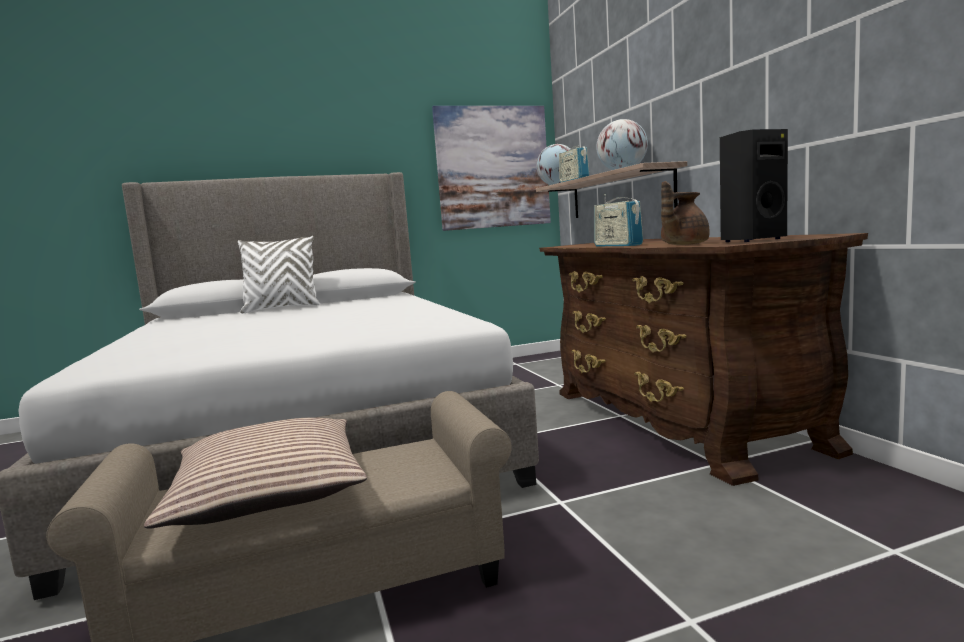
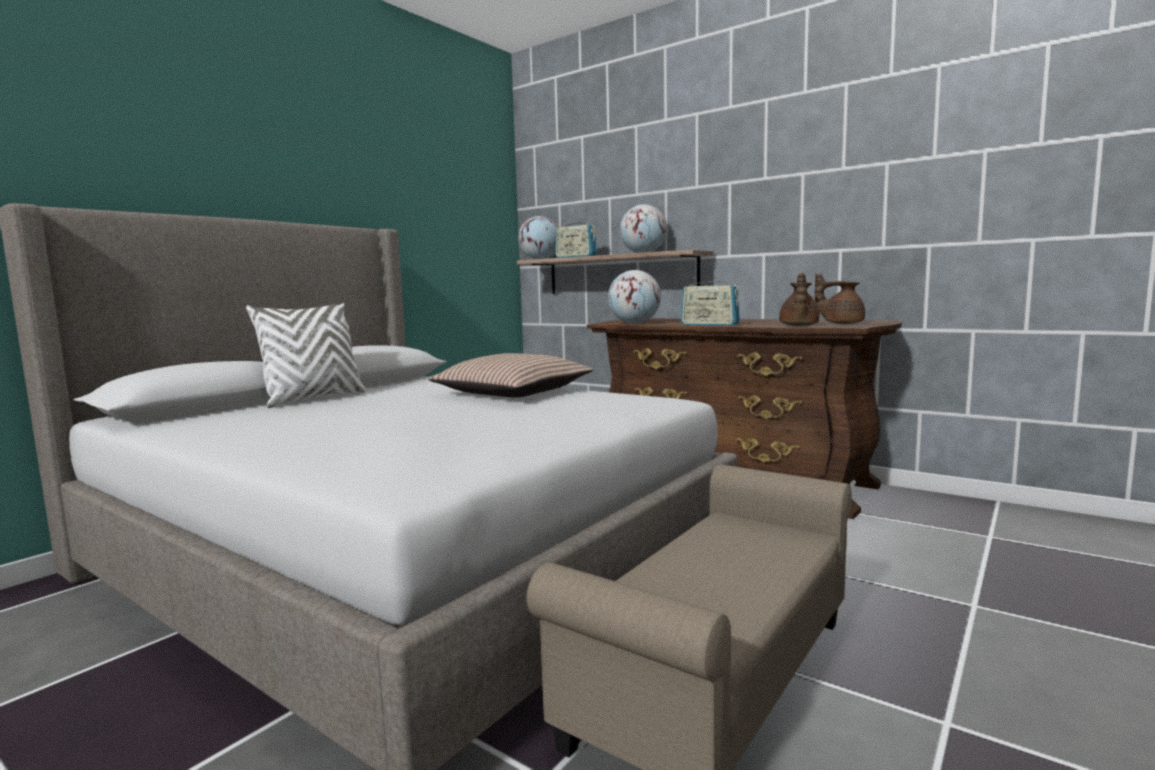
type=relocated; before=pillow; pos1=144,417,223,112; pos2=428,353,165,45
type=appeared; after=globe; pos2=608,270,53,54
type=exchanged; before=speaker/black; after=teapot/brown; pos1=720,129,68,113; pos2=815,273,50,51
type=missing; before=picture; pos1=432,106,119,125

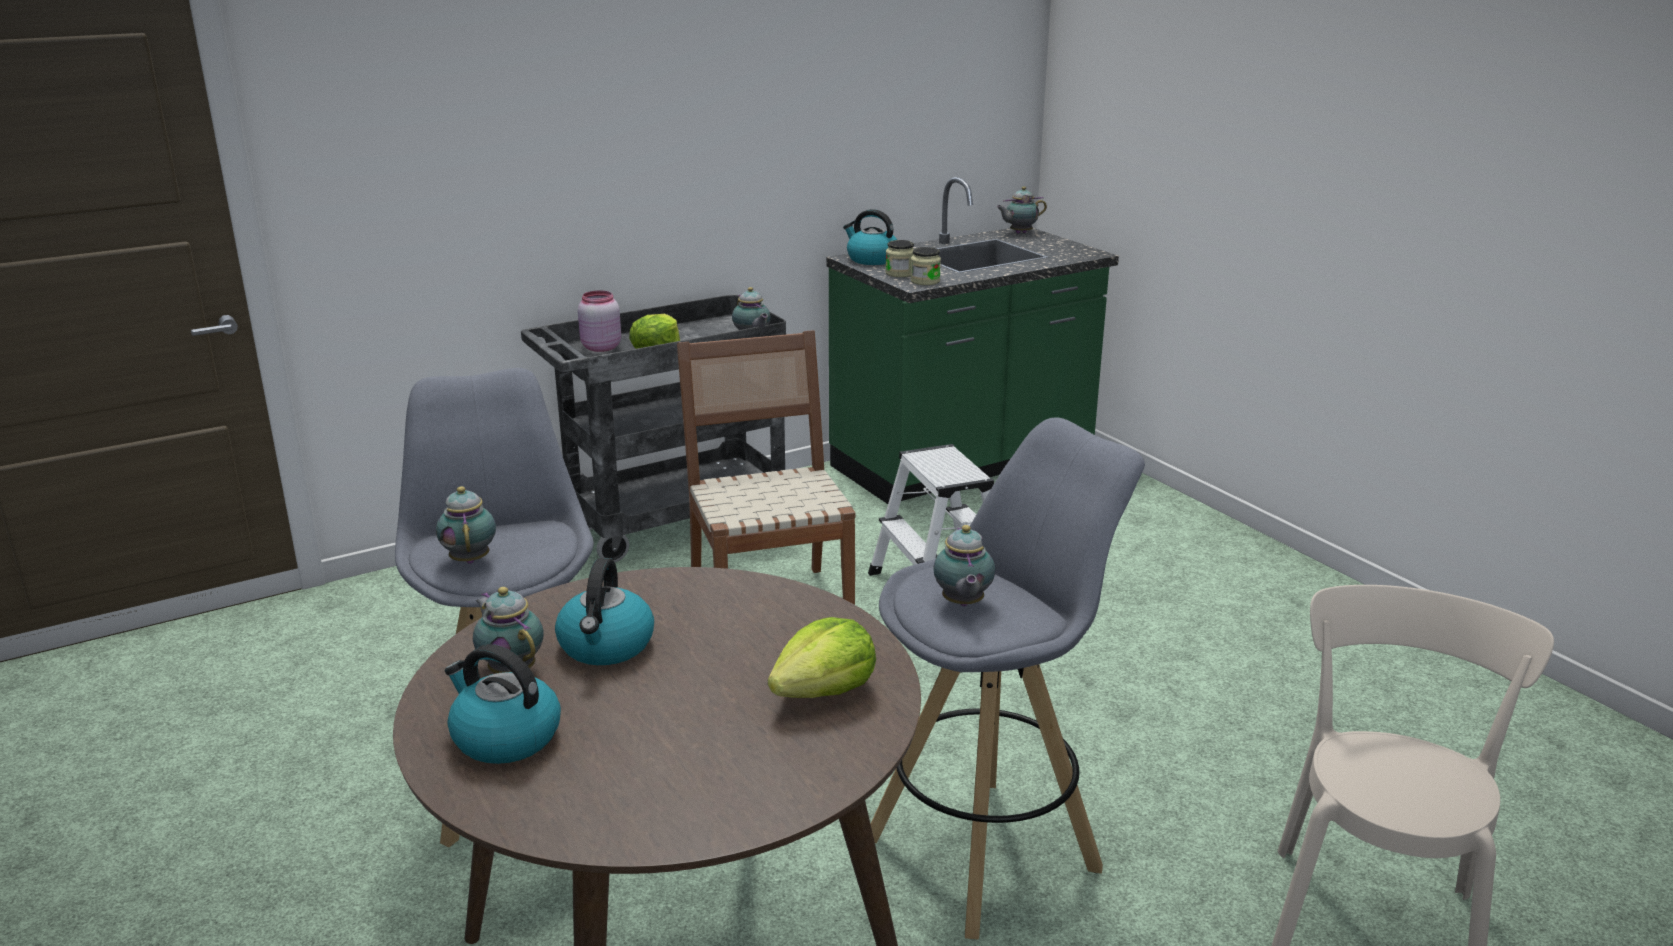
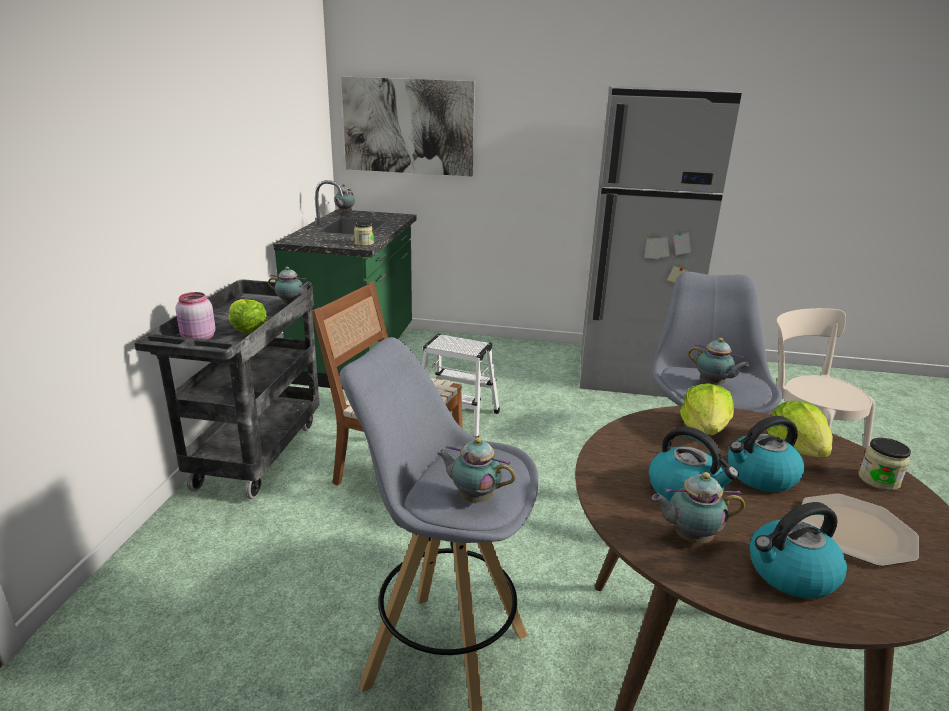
type=appeared; after=picture; pos2=341,77,134,99
type=appeared; after=fridge/grey; pos2=580,86,162,311
type=appeared; after=lettuce; pos2=680,383,54,52
type=relocated; before=kettle; pos1=843,209,54,56; pos2=728,416,77,76
type=appeared; after=plate; pos2=801,494,118,72
type=relocated; before=jar; pos1=886,240,28,37; pos2=858,438,53,52

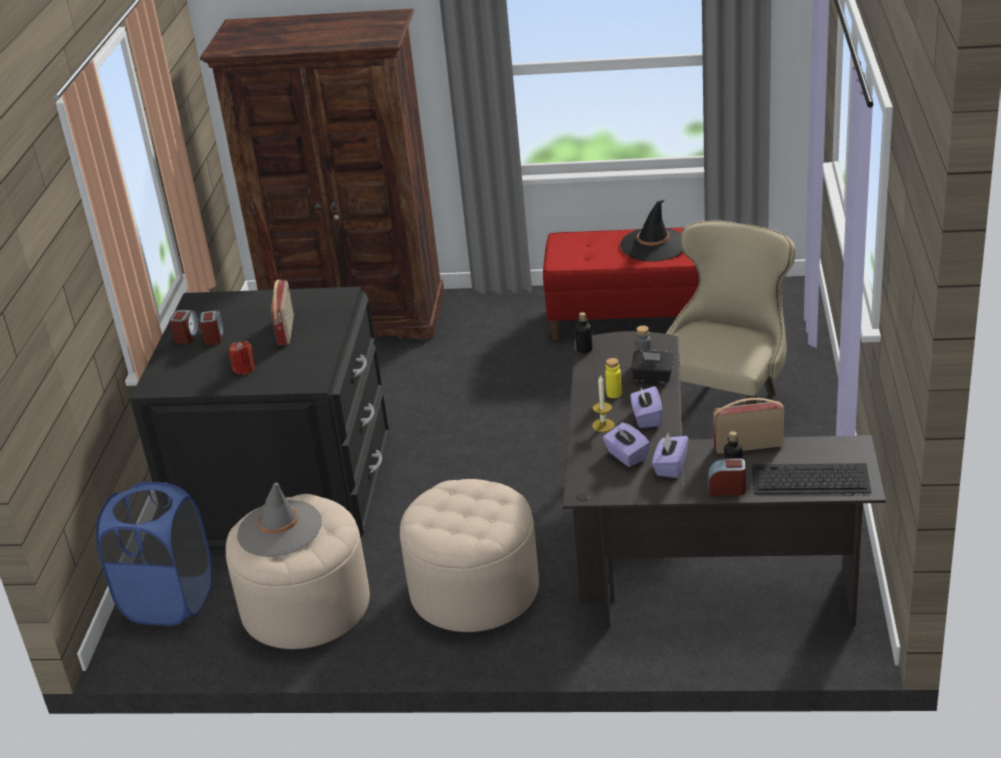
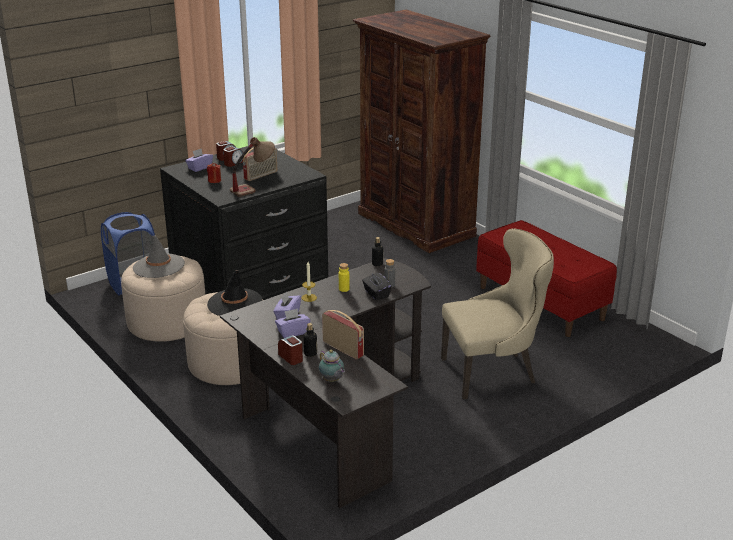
type=relocated; before=tissue box/purple; pos1=630,386,32,42; pos2=185,149,28,23
type=relocated; before=hat/black; pos1=620,200,63,62; pos2=207,270,55,46
type=appeared; after=table lamp; pos2=230,137,45,60
type=exchanged; before=keyboard; after=teapot; pos1=752,463,120,31; pos2=319,350,26,32

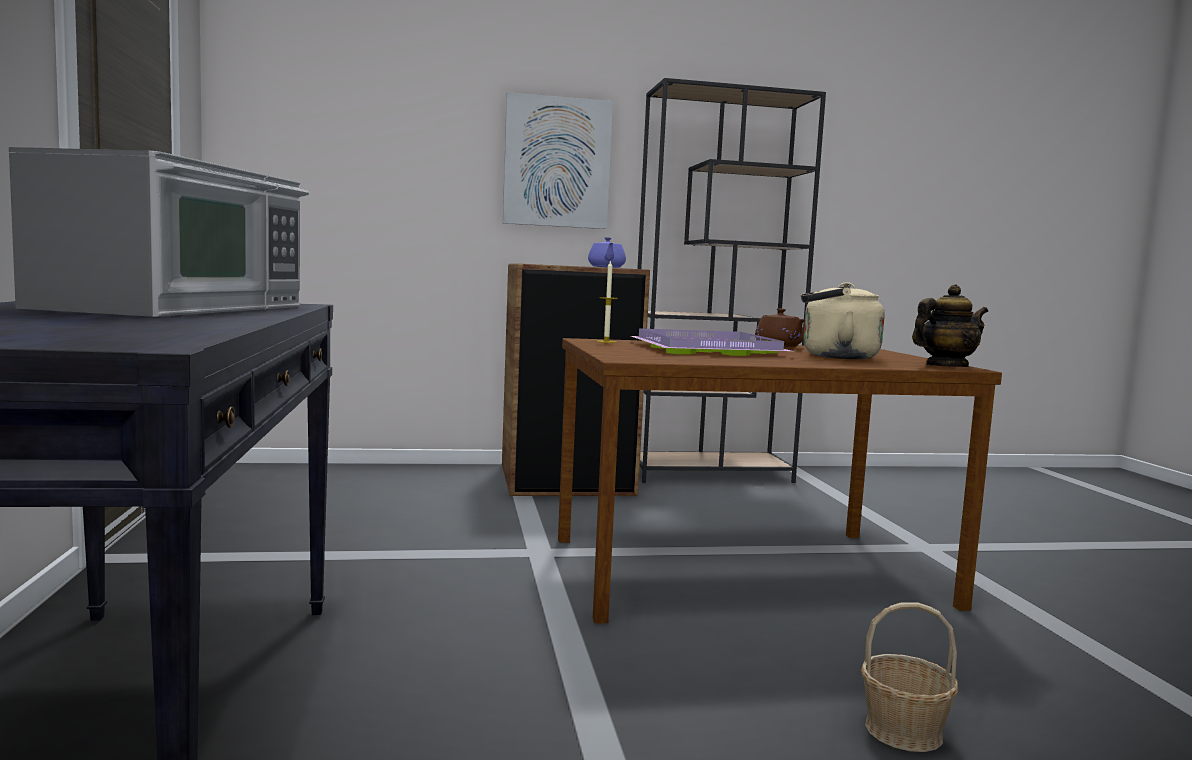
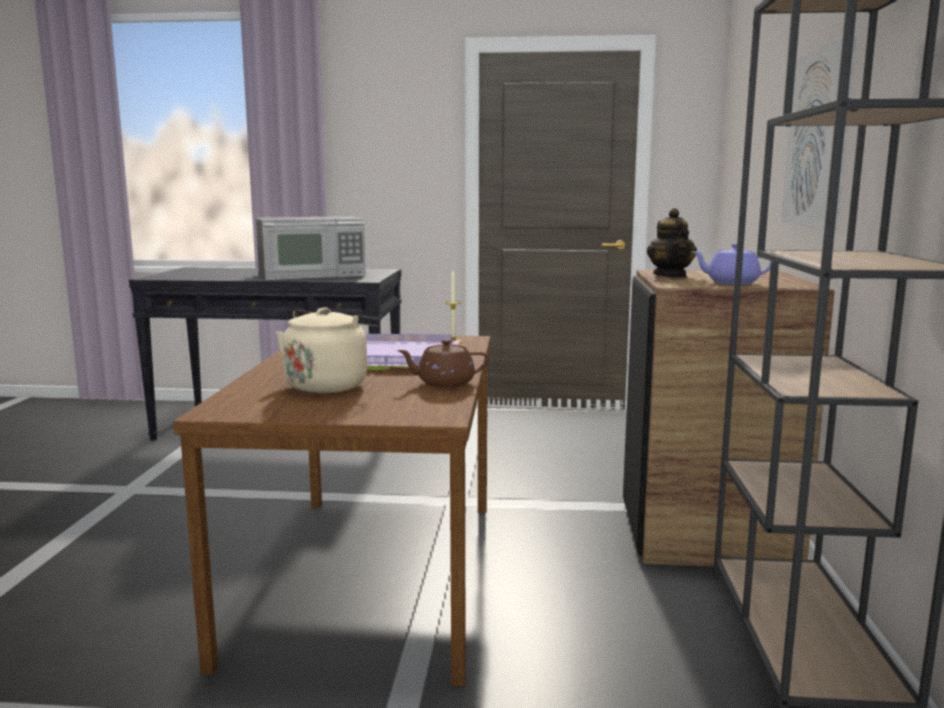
type=spun; before=microwave; pos1=9,147,300,170; pos2=256,216,110,64; turn=-45
type=relocated; before=teapot; pos1=912,284,76,83; pos2=647,208,50,70
type=missing; before=basket; pos1=861,602,97,150

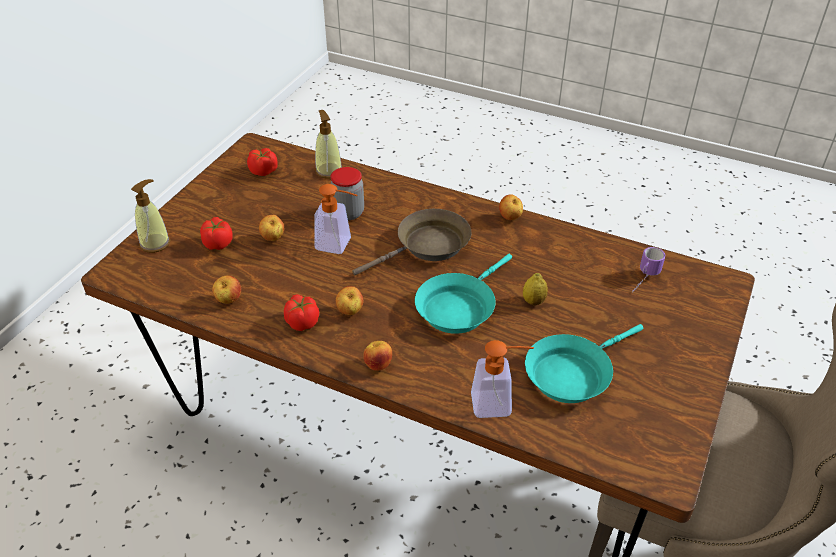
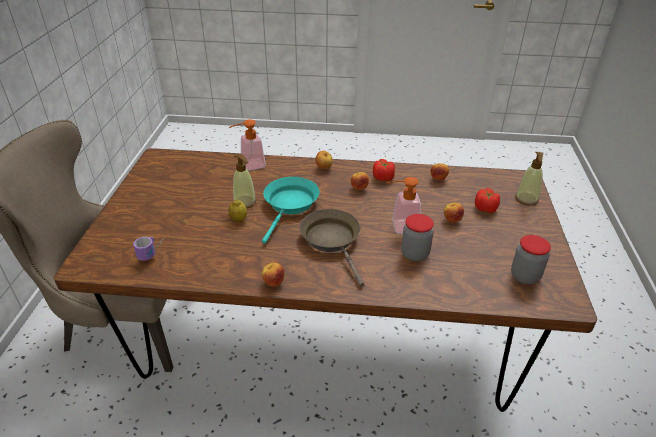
type=relocated; before=soap dispenser; pos1=315,110,27,69; pos2=233,154,23,54
type=spun; before=frying pan/brown; pos1=352,209,119,67; pos2=299,209,65,78; turn=120
type=exchanged; before=tomato; after=jar; pos1=247,148,31,28; pos2=511,235,40,49
type=missing; before=frying pan/turquoise; pos1=525,324,118,79

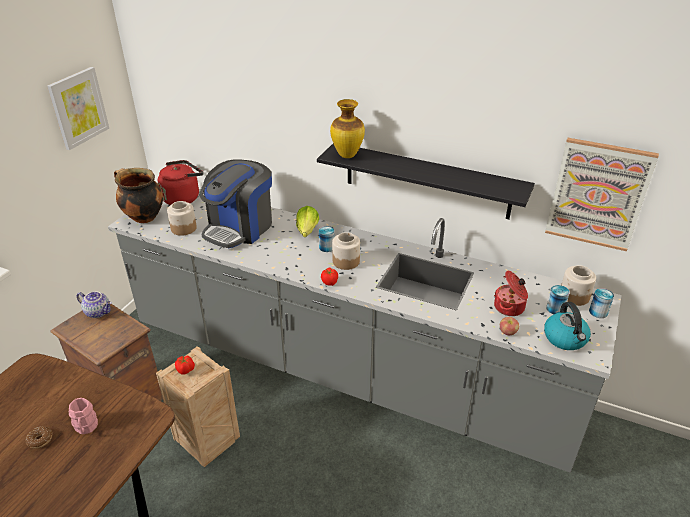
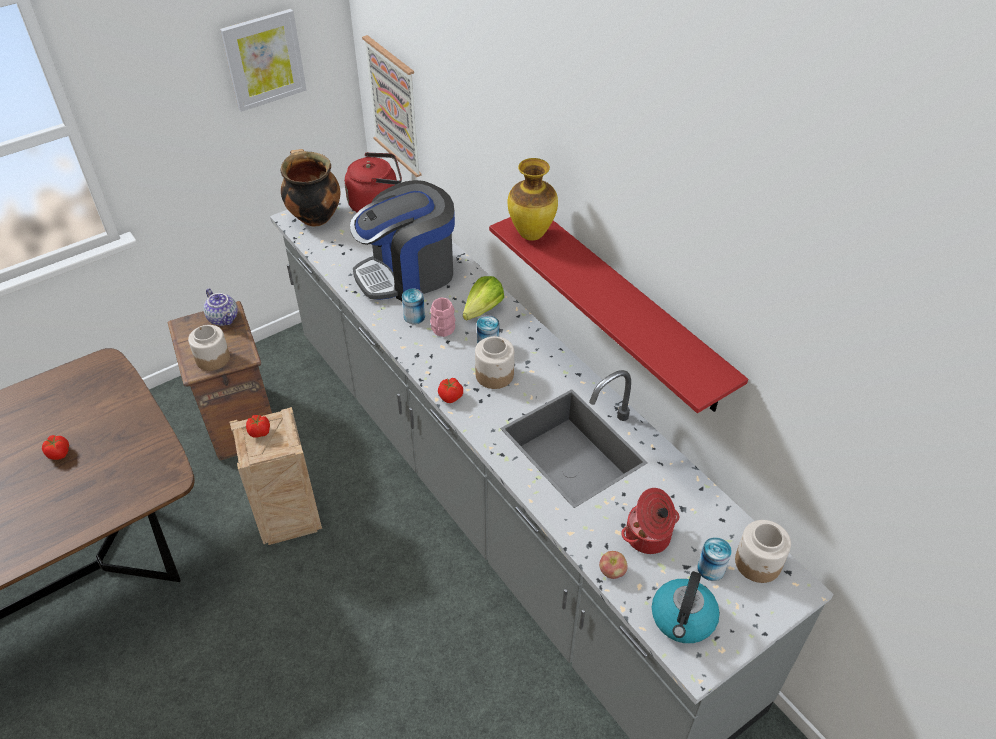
type=exchanged; before=donut; after=tomato; pos1=26,426,26,22; pos2=42,435,27,25
type=relocated; before=jar; pos1=167,201,30,35; pos2=188,325,42,46
type=relocated; before=picture; pos1=545,138,114,113; pos2=362,35,60,142
type=relocated; before=can; pos1=589,288,25,30; pos2=402,289,23,35
type=relocated; before=mug/pink; pos1=69,398,29,36; pos2=430,297,26,40
type=colour; before=shelf/black; after=shelf/red; pos1=317,143,218,76; pos2=489,217,259,196

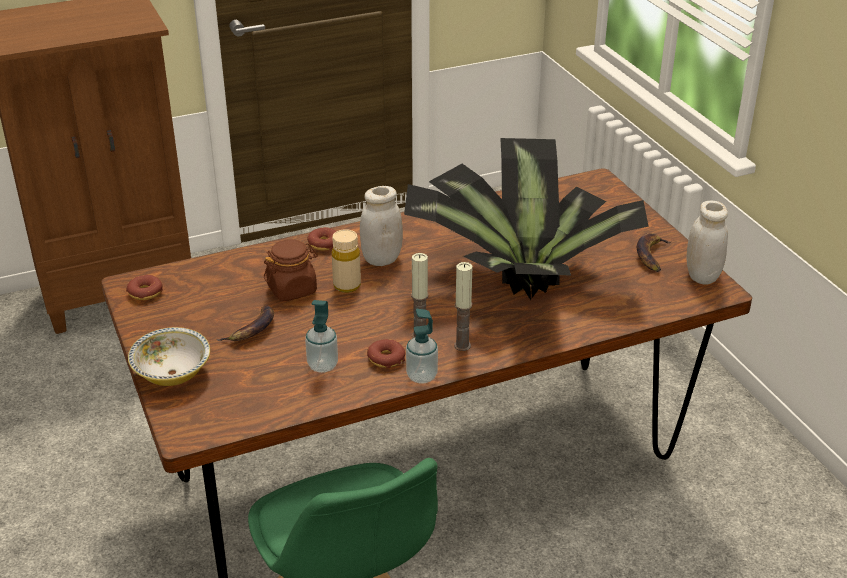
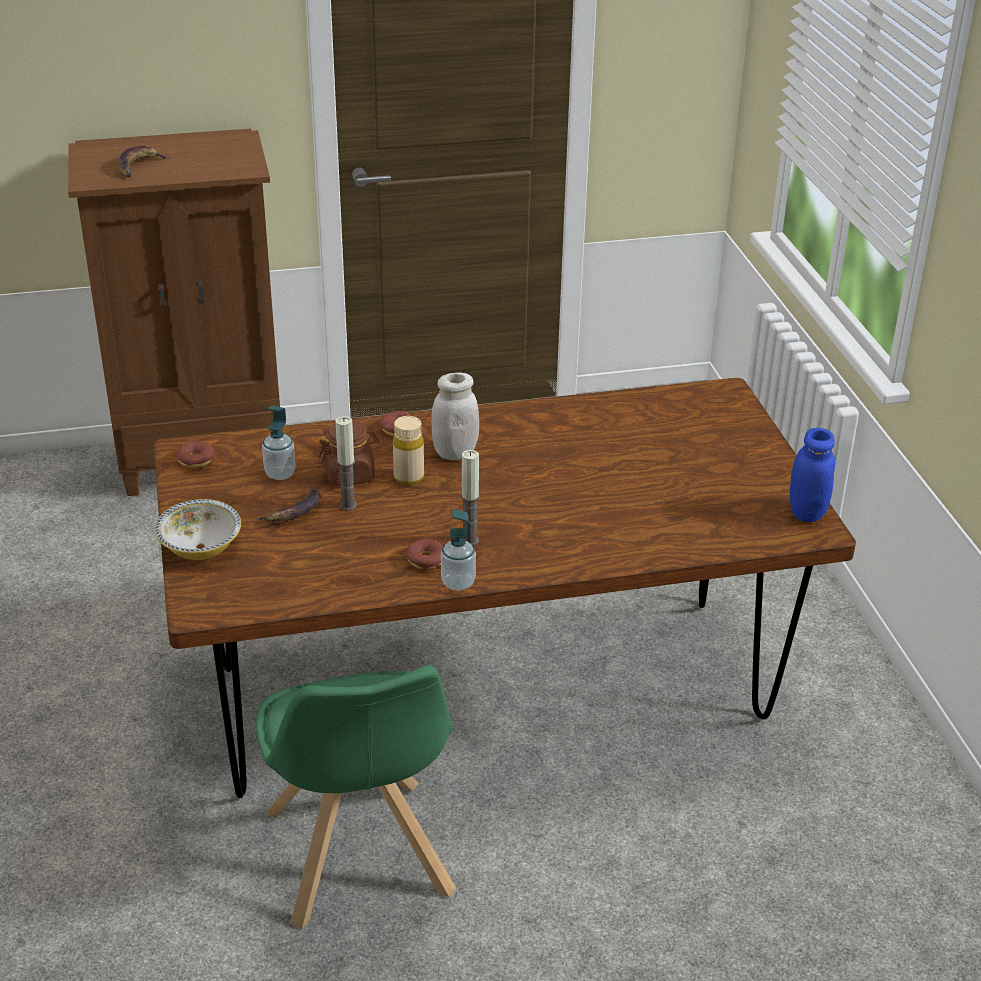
type=relocated; before=banana; pos1=637,233,35,39; pos2=118,146,52,31
type=relocated; before=soap dispenser; pos1=305,300,33,73; pos2=262,406,34,74
type=relocated; before=candle; pos1=454,262,18,89; pos2=335,416,22,94
type=colour; before=jar/white; after=jar/blue; pos1=686,201,42,83; pos2=789,428,46,94
type=missing; before=potted plant; pos1=404,138,245,162

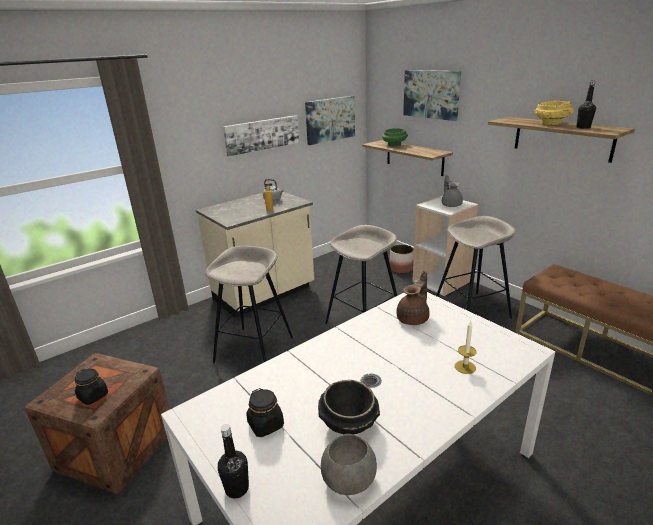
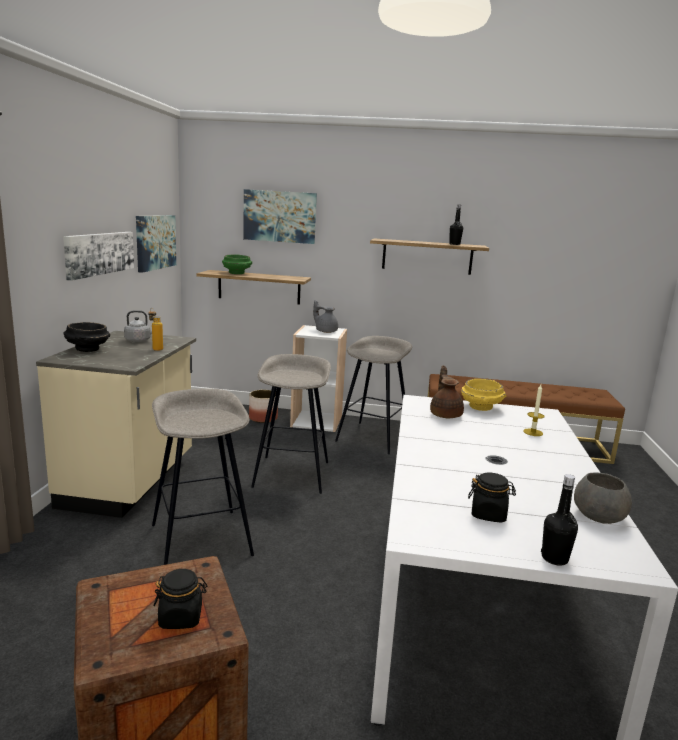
type=relocated; before=bowl/black; pos1=318,380,62,54; pos2=63,322,47,30
type=relocated; before=bowl/yellow; pos1=534,101,40,24; pos2=461,378,45,33

